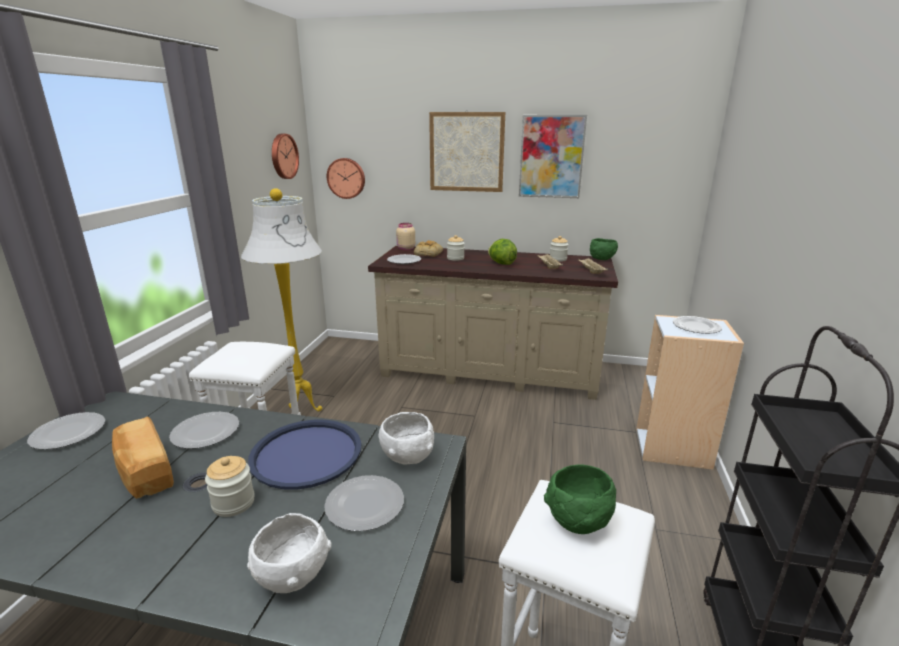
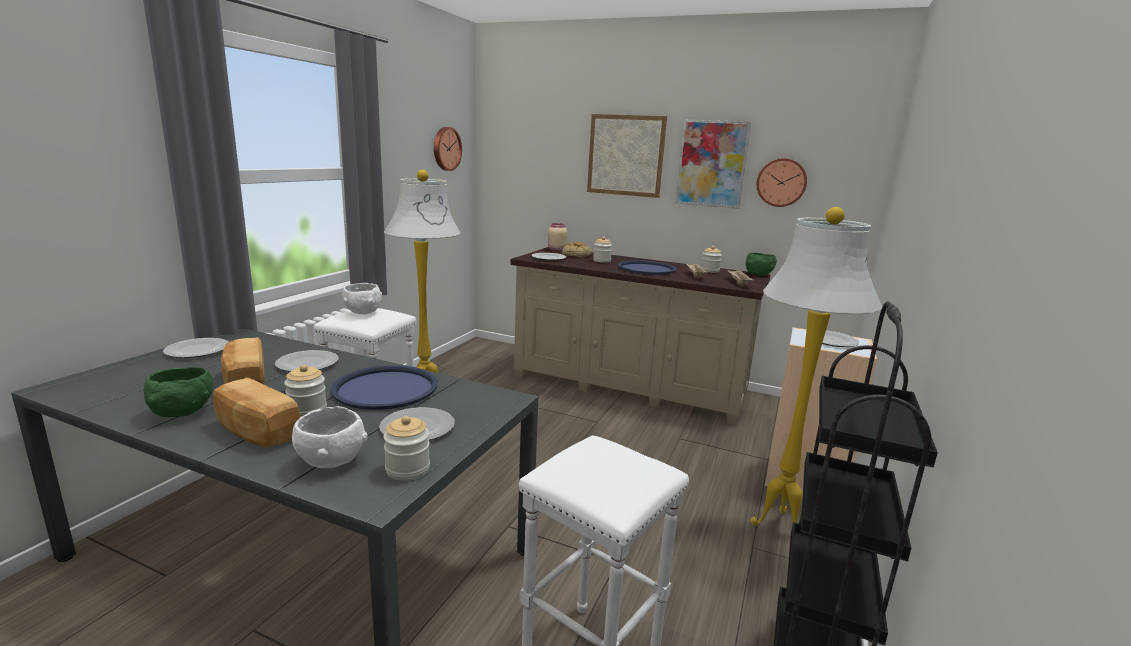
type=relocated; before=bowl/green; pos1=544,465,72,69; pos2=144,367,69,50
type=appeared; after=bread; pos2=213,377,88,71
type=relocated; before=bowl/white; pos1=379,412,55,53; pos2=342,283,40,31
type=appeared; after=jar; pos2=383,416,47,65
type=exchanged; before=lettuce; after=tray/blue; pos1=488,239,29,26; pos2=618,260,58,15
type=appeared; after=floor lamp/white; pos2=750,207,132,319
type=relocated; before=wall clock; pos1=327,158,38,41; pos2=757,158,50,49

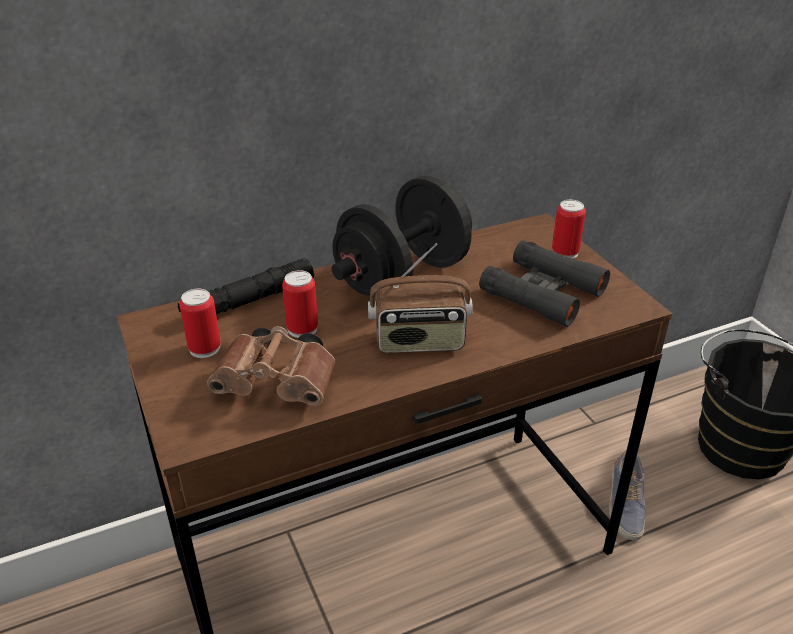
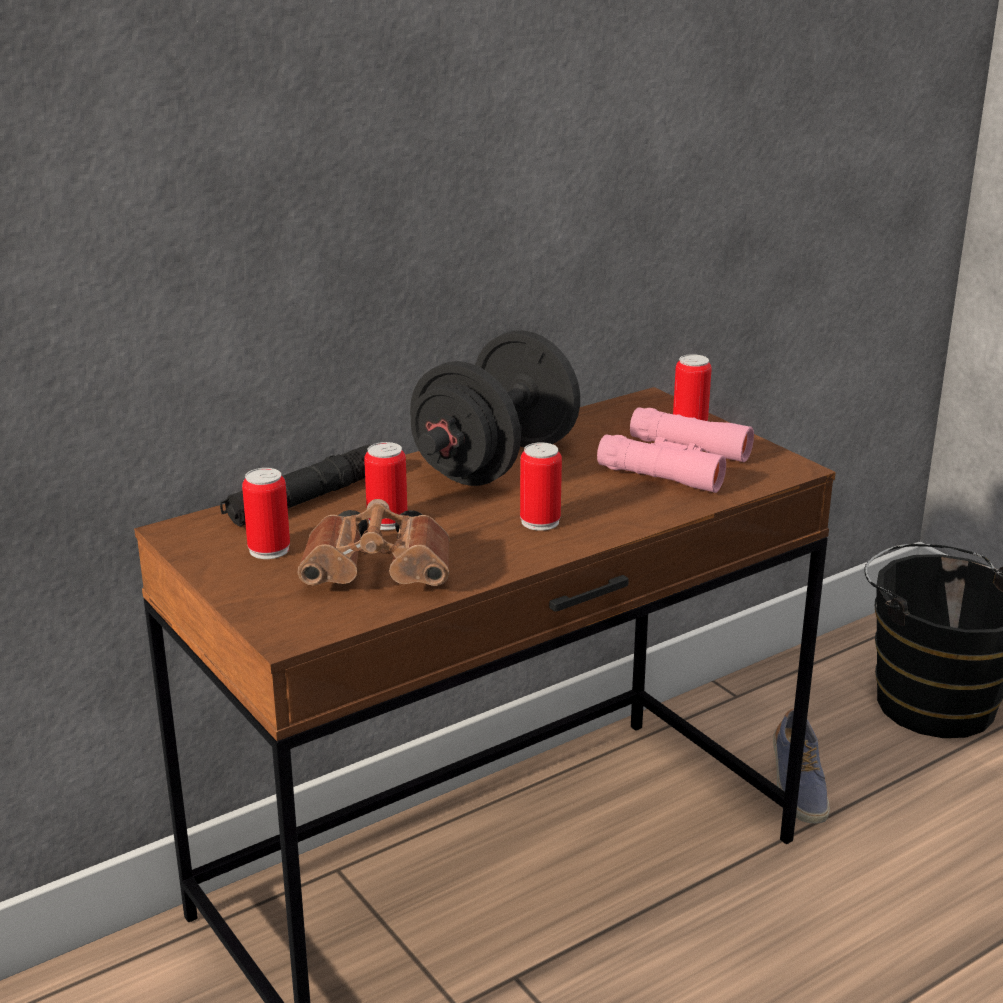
type=exchanged; before=radio; after=can; pos1=368,243,105,110; pos2=520,442,42,89
type=colour; before=binoculars/black; after=binoculars/pink; pos1=479,240,131,87; pos2=597,407,157,86

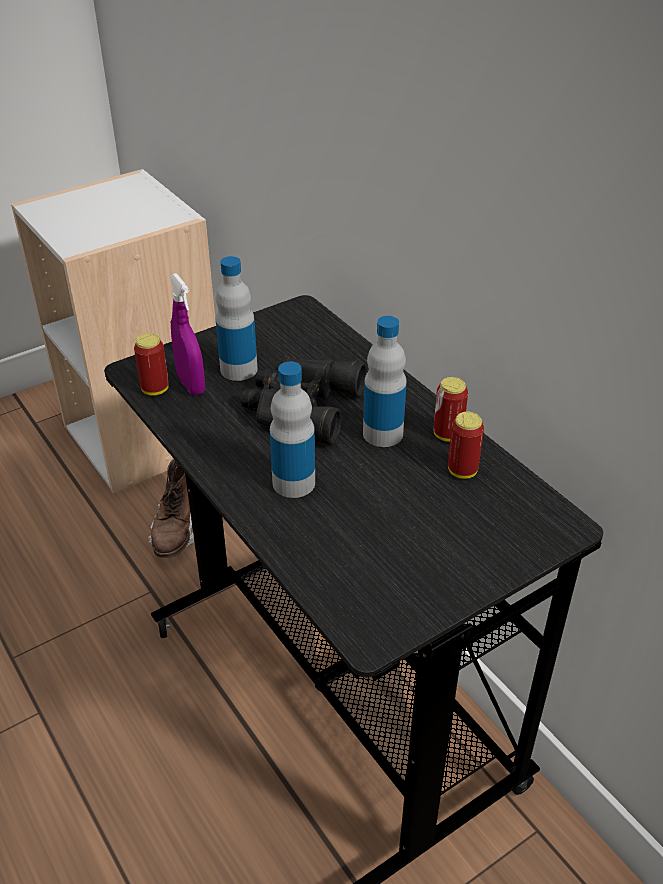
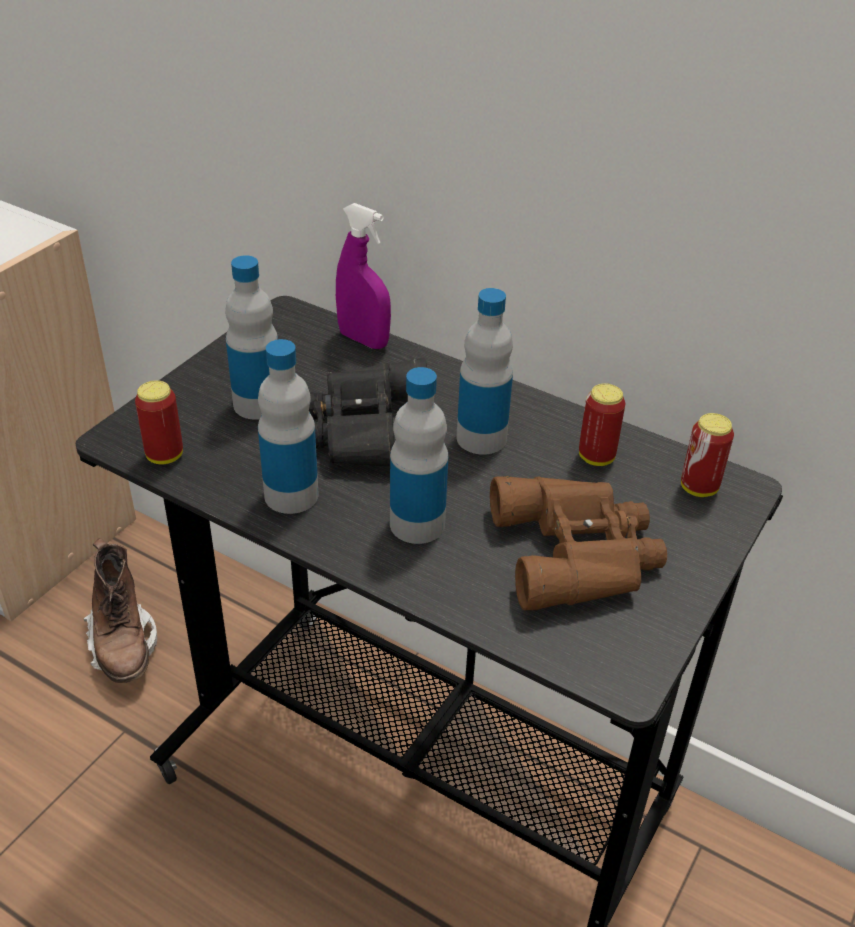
type=appeared; after=bottle; pos2=258,339,61,175
type=relocated; before=spray bottle/purple; pos1=169,273,36,122; pos2=336,203,55,146
type=appeared; after=binoculars/brown; pos2=490,476,177,134
type=relocated; before=can; pos1=433,377,35,65; pos2=681,413,53,84

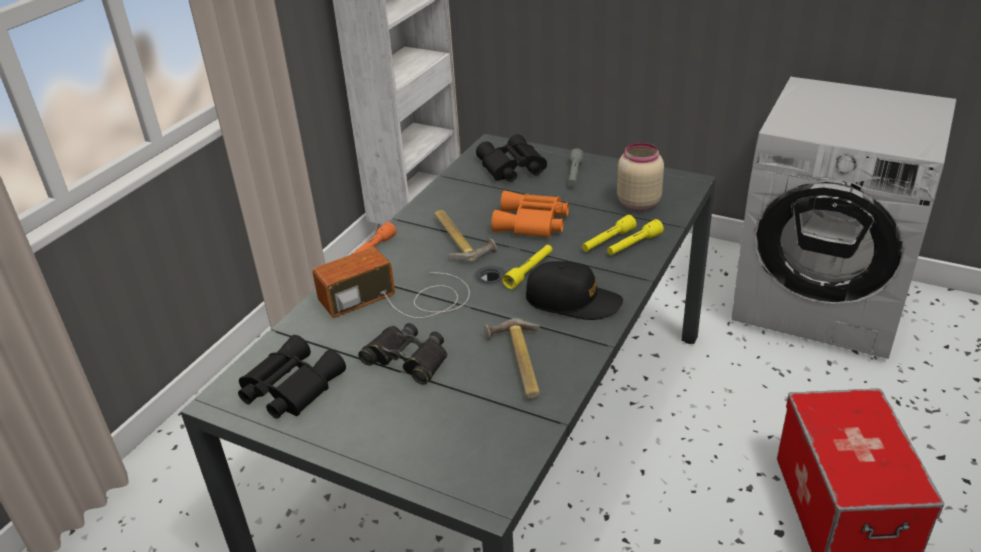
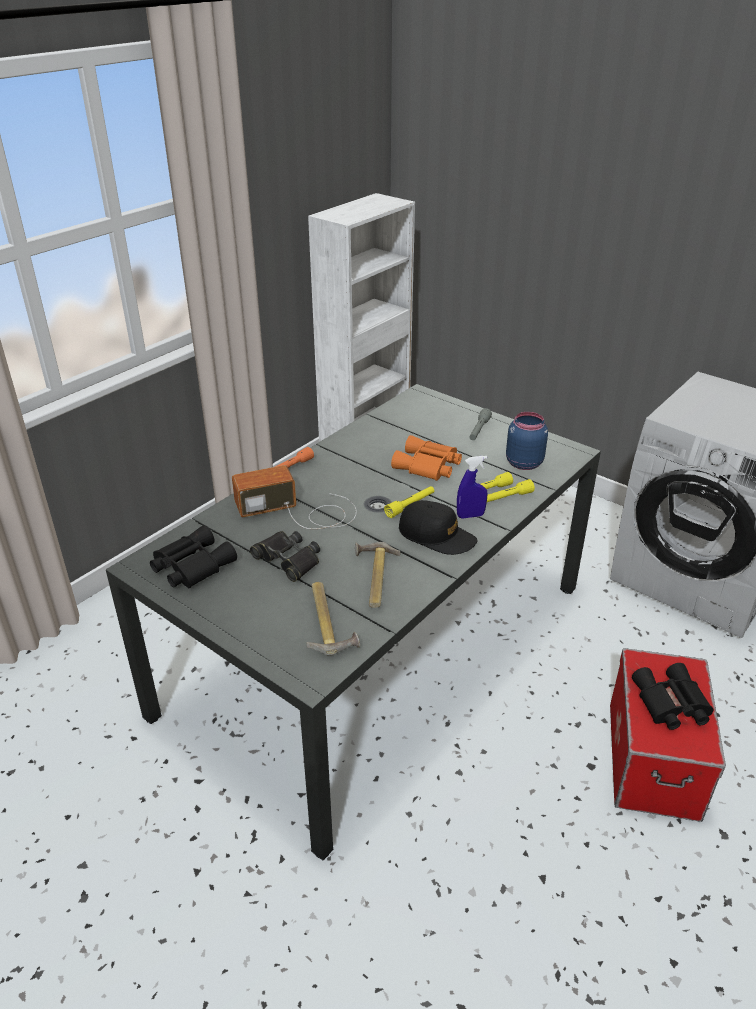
type=relocated; before=hammer; pos1=434,210,63,52; pos2=306,582,54,74
type=appeared; after=spray bottle/blue; pos2=457,456,30,63
type=colour; before=jar/beige; after=jar/blue; pos1=617,143,47,67; pos2=506,412,42,58
type=relocated; before=binoculars/black; pos1=476,134,71,48; pos2=632,663,81,67

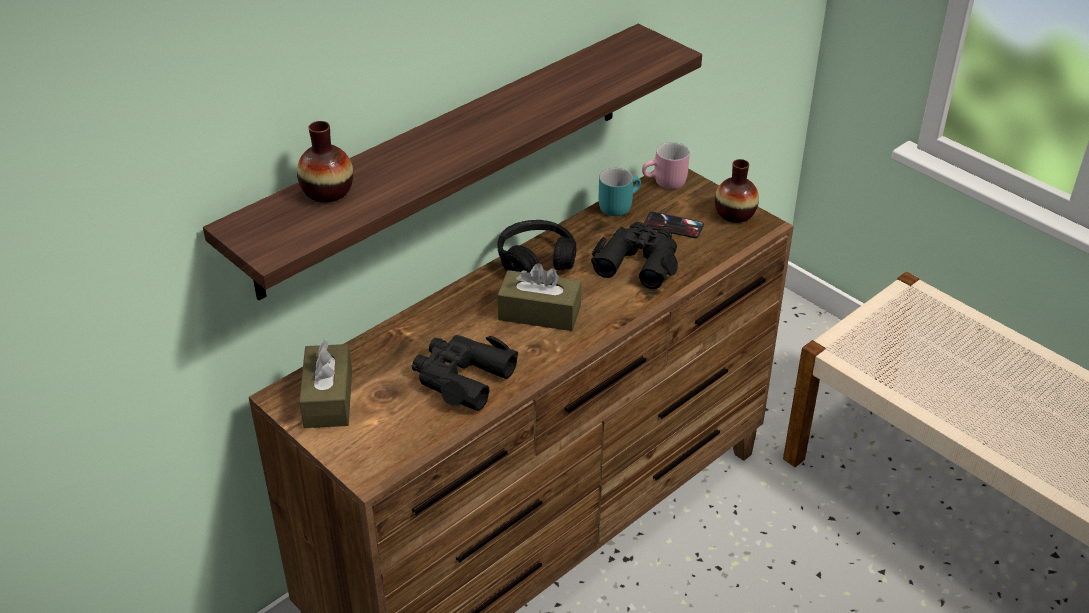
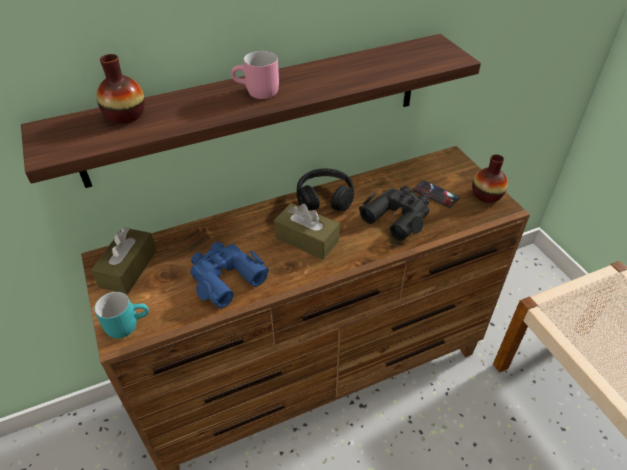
type=relocated; before=mug/turquoise; pos1=599,168,42,48; pos2=94,292,55,46
type=colour; before=binoculars/black; after=binoculars/blue; pos1=412,335,107,76; pos2=190,242,79,66
type=relocated; before=mug/pink; pos1=642,142,48,47; pos2=231,50,48,49

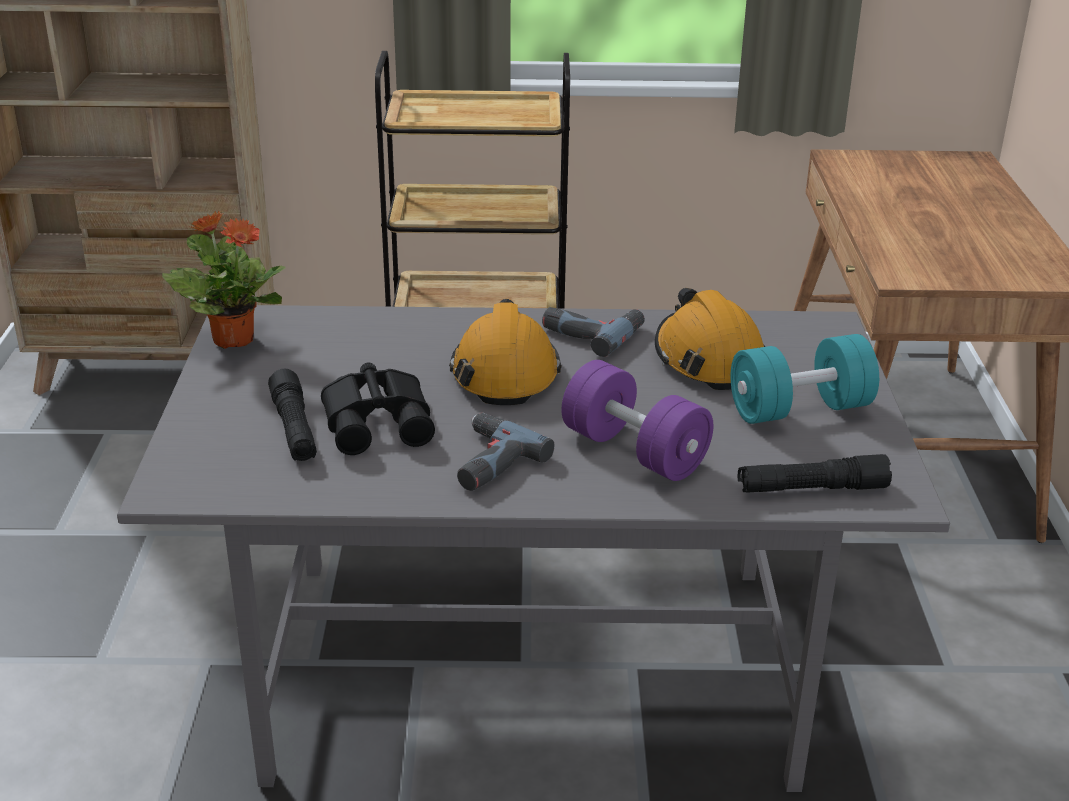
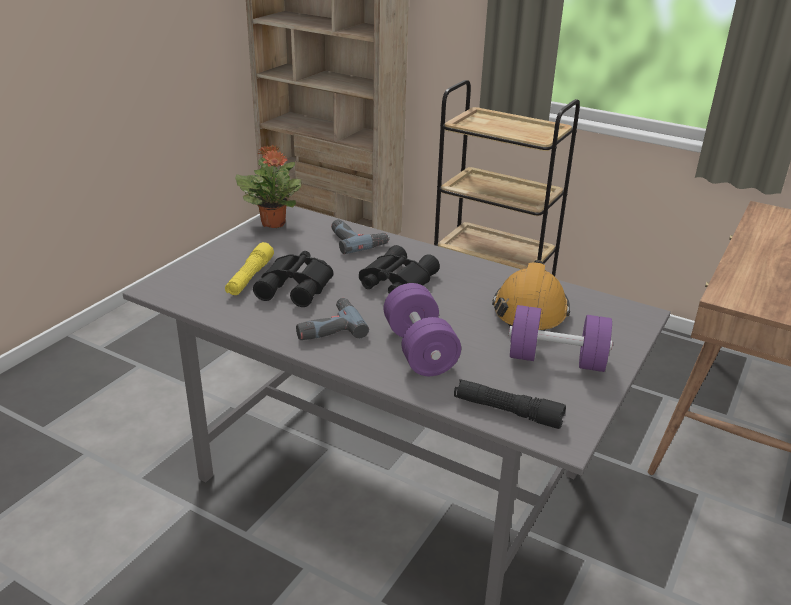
type=colour; before=flashlight/black; after=flashlight/yellow; pos1=268,369,49,92; pos2=225,242,49,53
type=relocated; before=power drill; pos1=542,307,103,50; pos2=331,219,59,35
type=exchanged; before=hard hat/orange; after=binoculars/black; pos1=449,299,113,106; pos2=359,245,81,49
type=colour; before=dumbbell/turquoise; after=dumbbell/purple; pos1=730,334,149,90; pos2=509,305,104,67

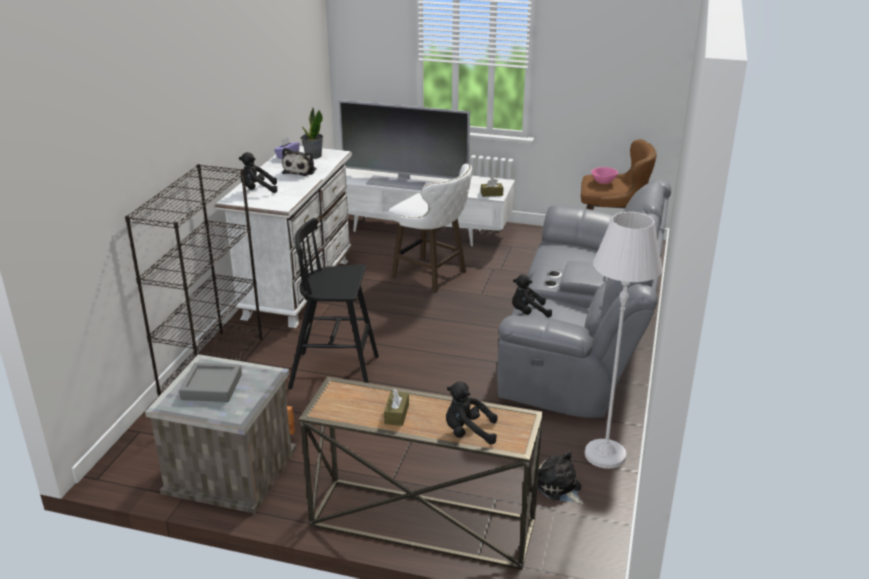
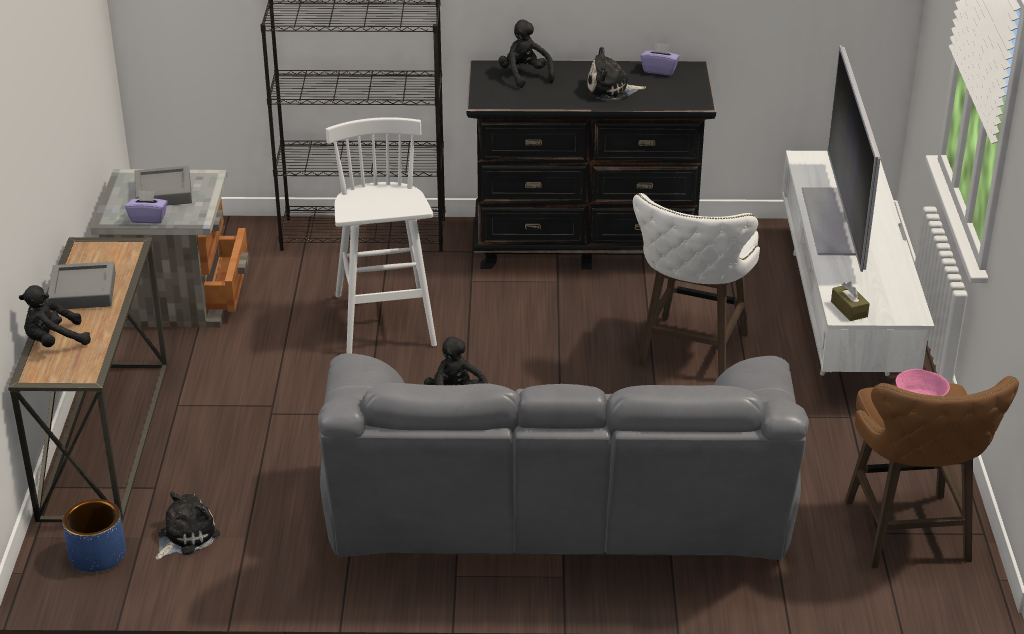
type=spun; before=plush toy/black; pos1=446,381,52,64; pos2=19,285,72,62; turn=-105
type=exchanged; before=tissue box/brown; after=tray/grey; pos1=384,389,25,37; pos2=47,262,69,47
type=appeared; after=planter/blue; pos2=62,499,64,73
type=appeared; after=tissue box/purple; pos2=125,191,43,33
type=colour; before=stool/black; after=stool/white; pos1=288,218,91,172; pos2=326,117,111,236
type=colour; before=dresser/white; after=dresser/black; pos1=215,146,137,182; pos2=467,60,249,210
type=missing; before=potted plant; pos1=301,108,22,51
type=missing; before=floor lamp/white; pos1=585,212,78,257

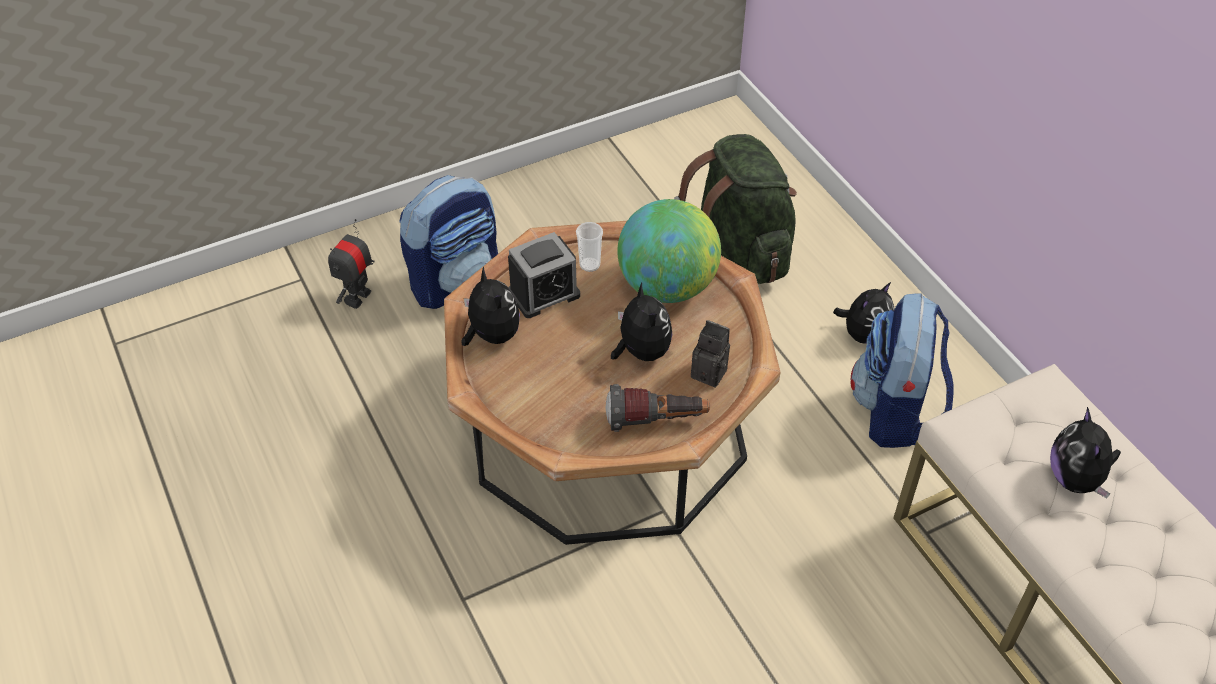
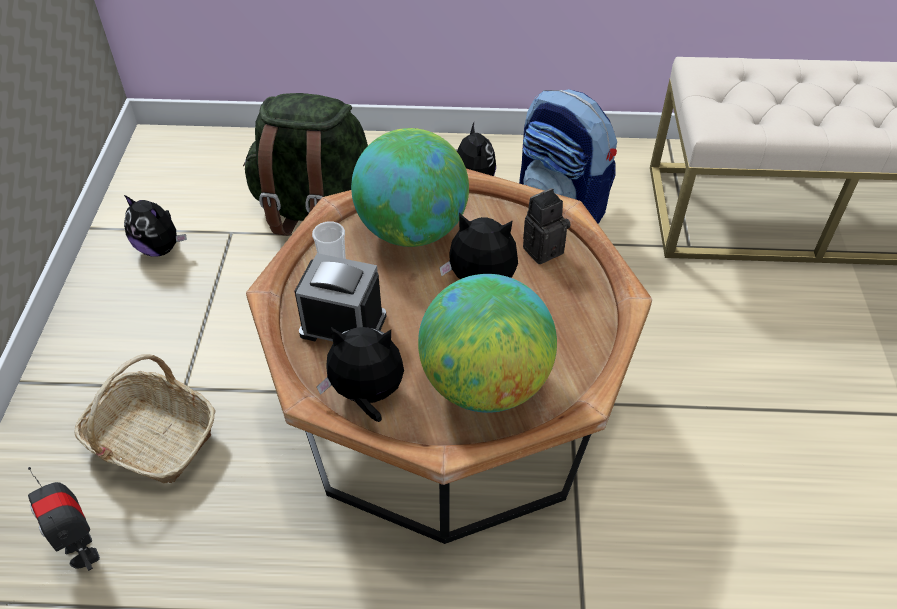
type=exchanged; before=backpack; after=basket; pos1=399,175,99,134; pos2=74,354,142,129
type=relocated; before=plush toy; pos1=1050,407,71,92; pos2=124,195,63,62
type=spun; before=alarm clock; pos1=508,232,72,86; pos2=295,253,91,89; turn=-75
type=appeared; after=globe; pos2=418,274,139,139
type=missing; before=flashlight; pos1=605,384,105,48

